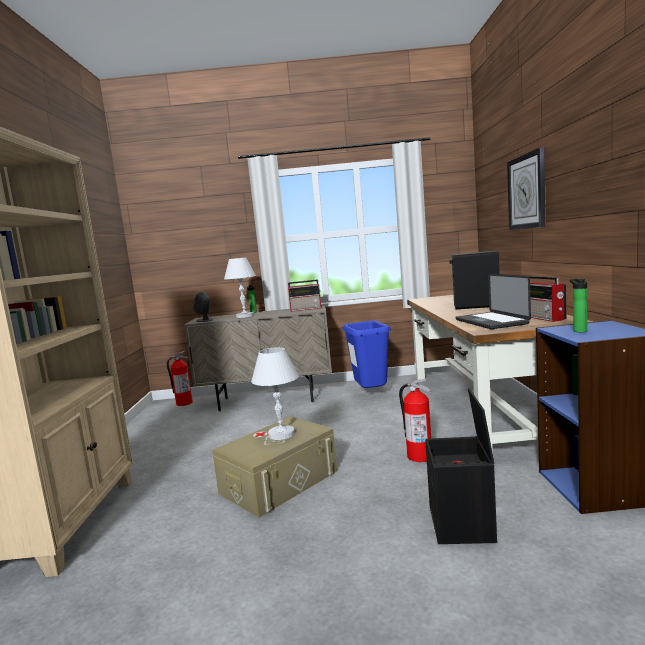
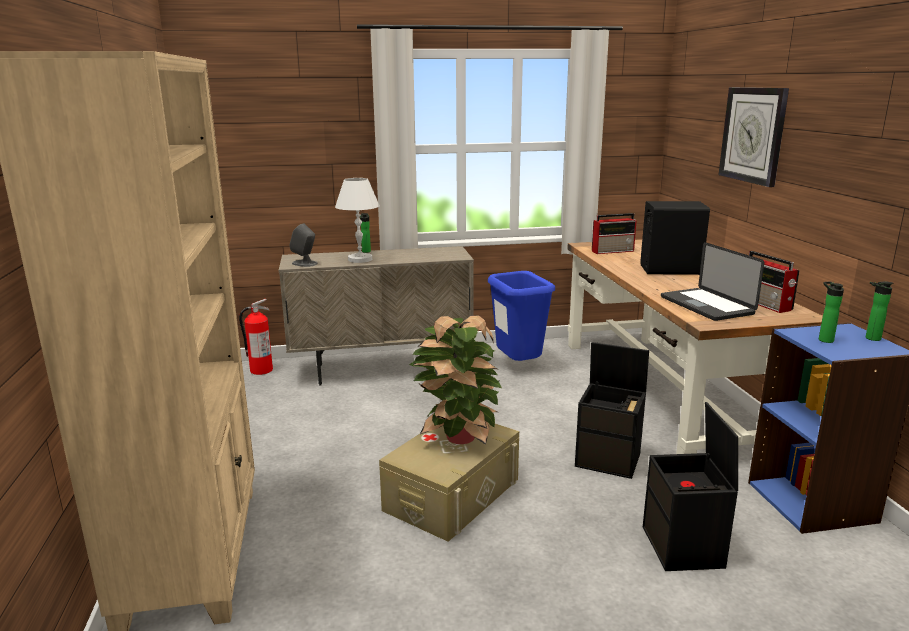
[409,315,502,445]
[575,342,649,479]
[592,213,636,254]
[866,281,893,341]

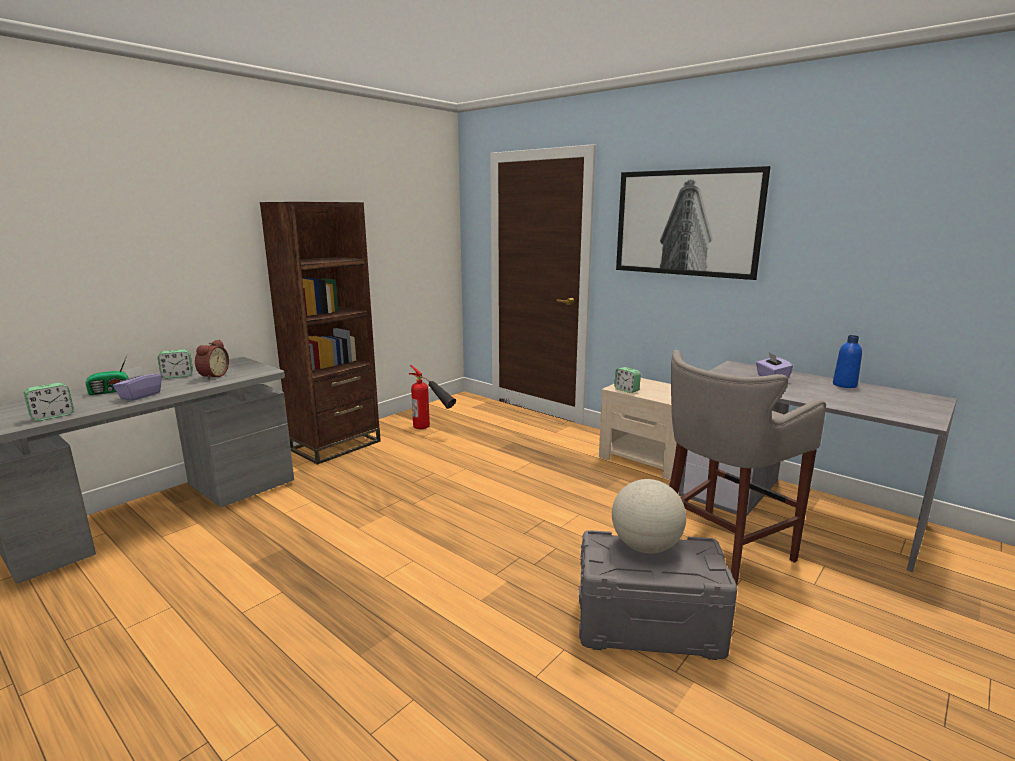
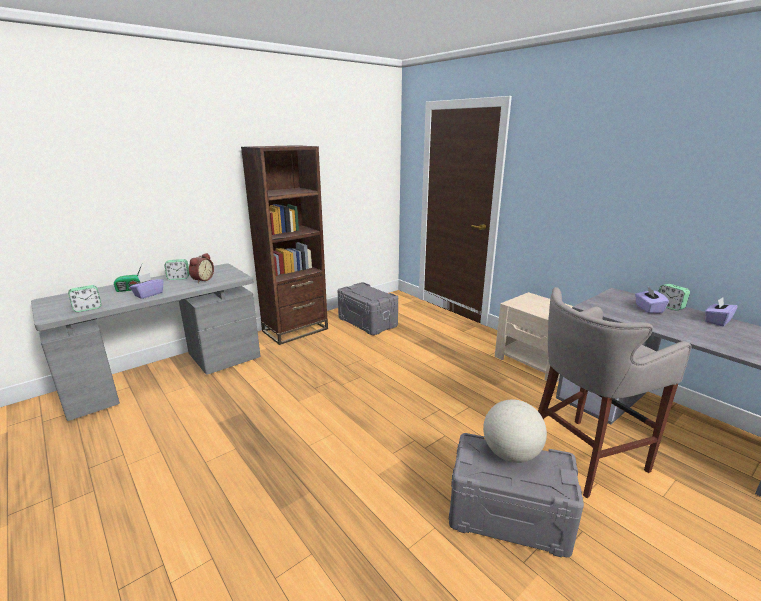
[338,282,398,335]
[658,284,690,311]
[705,298,738,326]
[616,166,771,280] (first image)

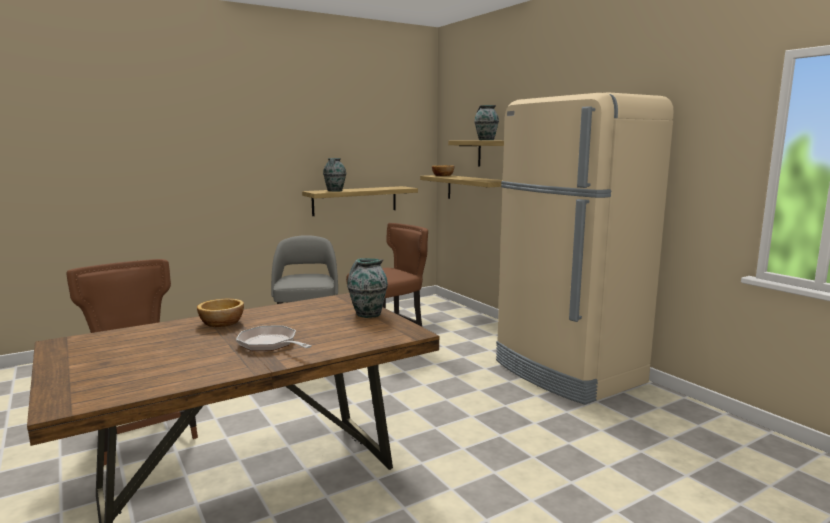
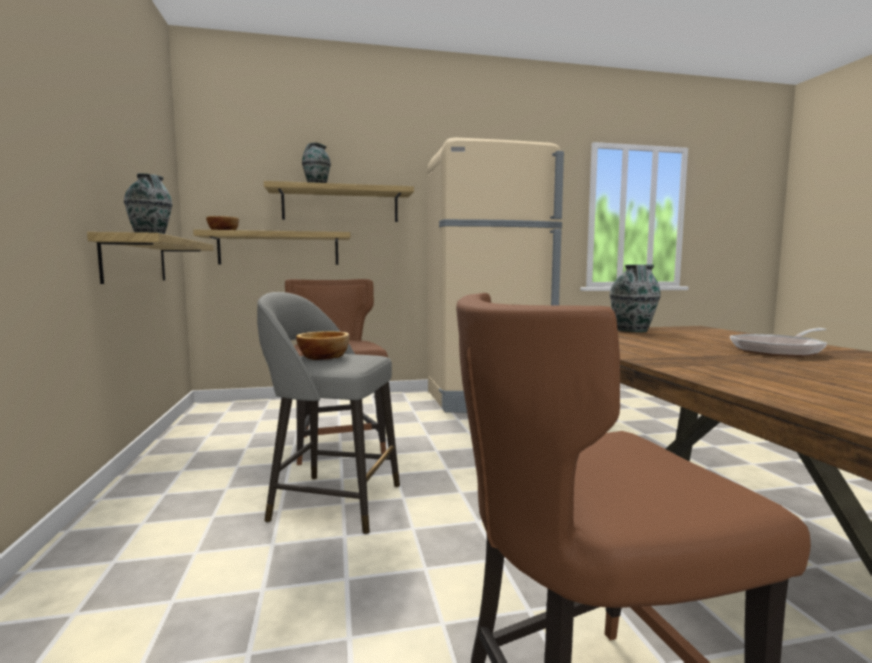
[296,331,350,360]

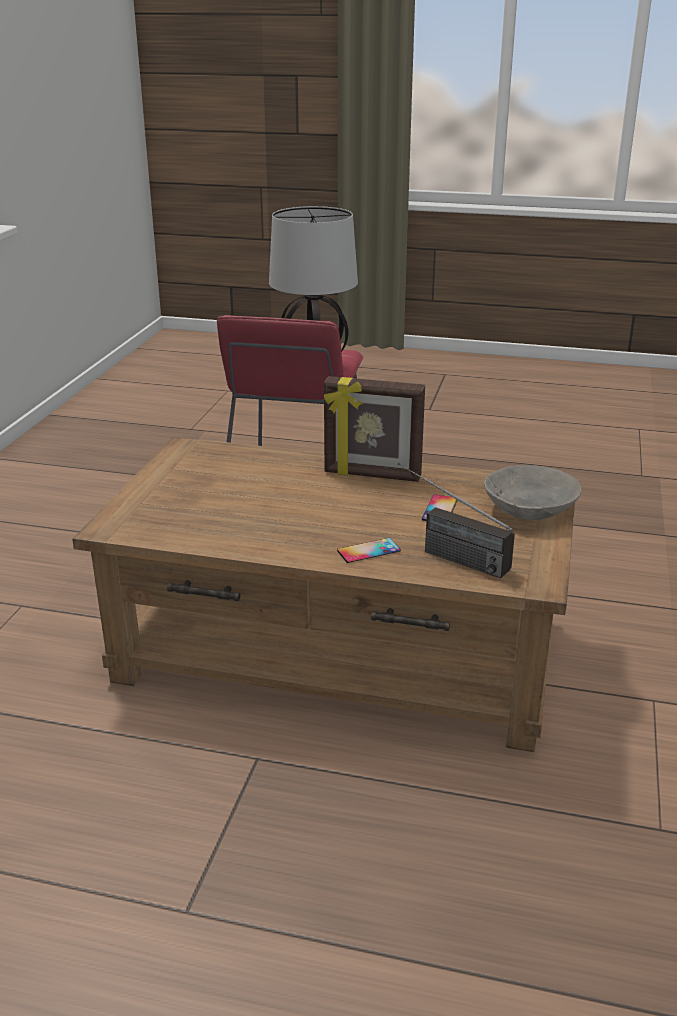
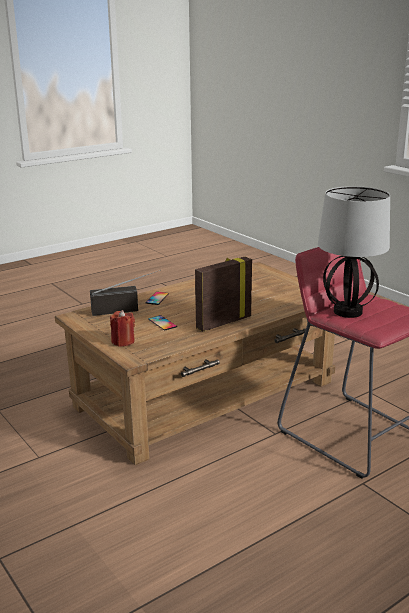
[110,310,135,346]

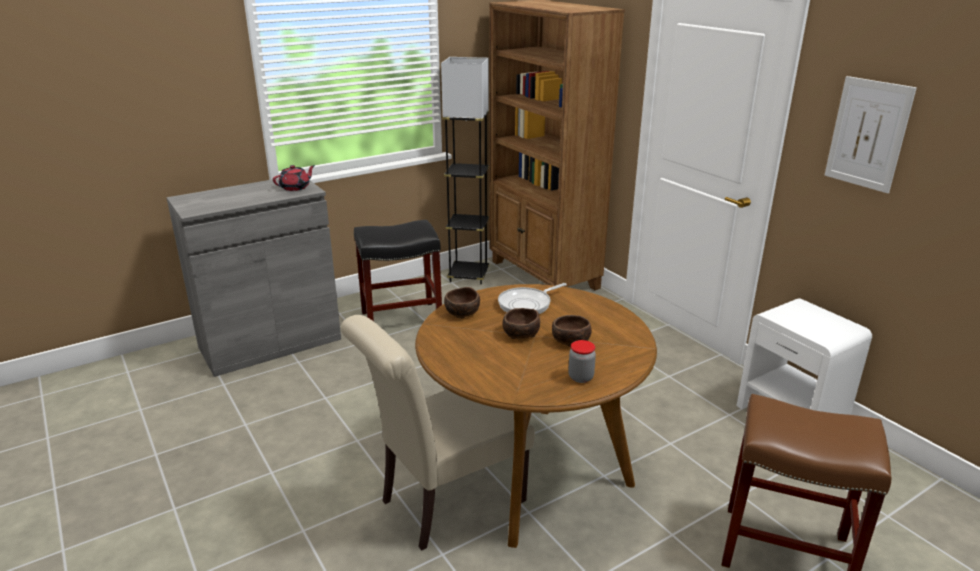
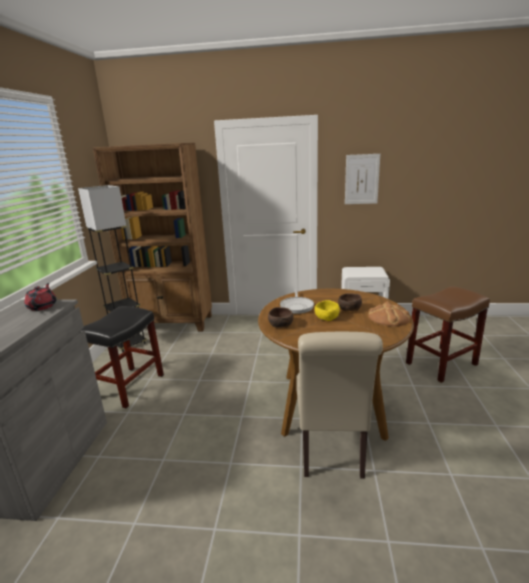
[315,300,340,321]
[368,302,410,327]

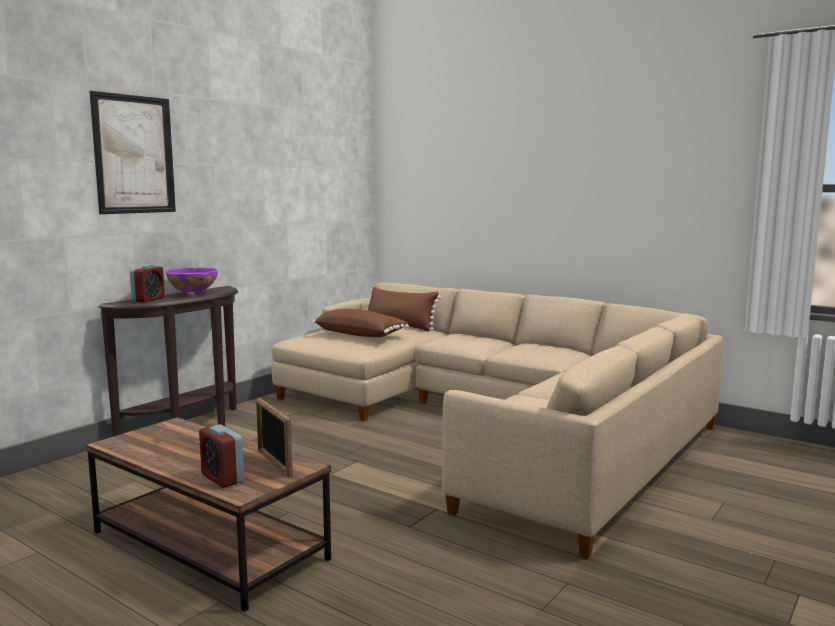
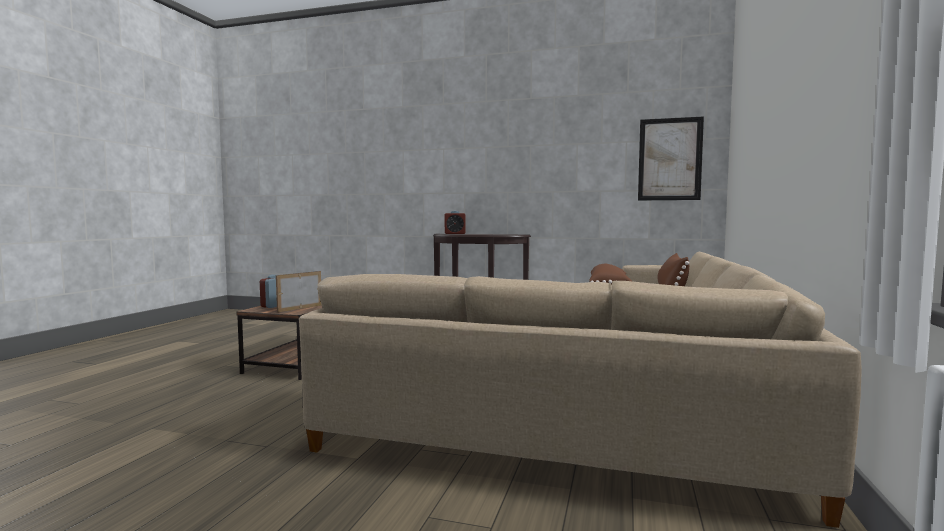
[638,116,704,200]
[166,268,218,294] (first image)

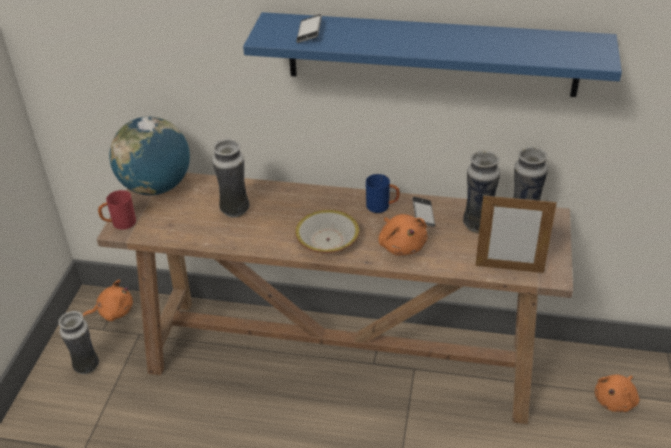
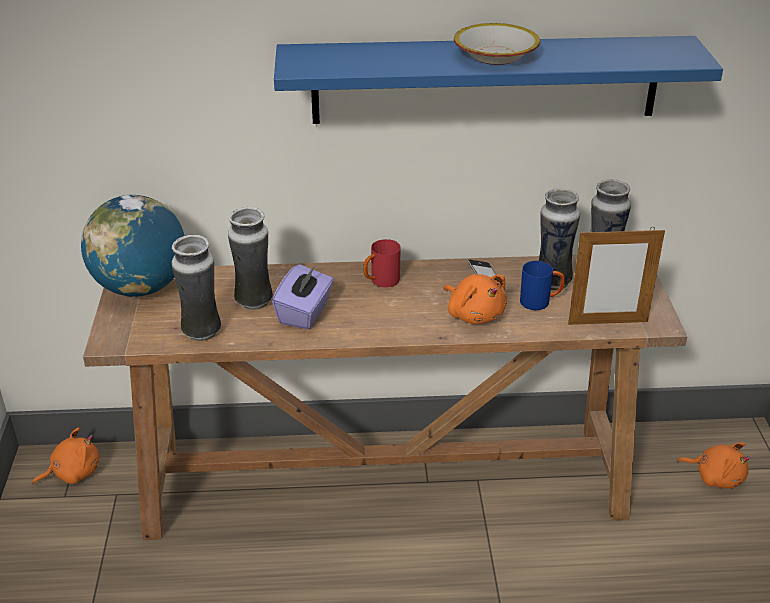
[172,235,221,341]
[272,264,333,329]
[363,239,401,287]
[454,23,540,65]
[520,261,565,310]
[677,442,751,488]
[296,14,322,43] (first image)

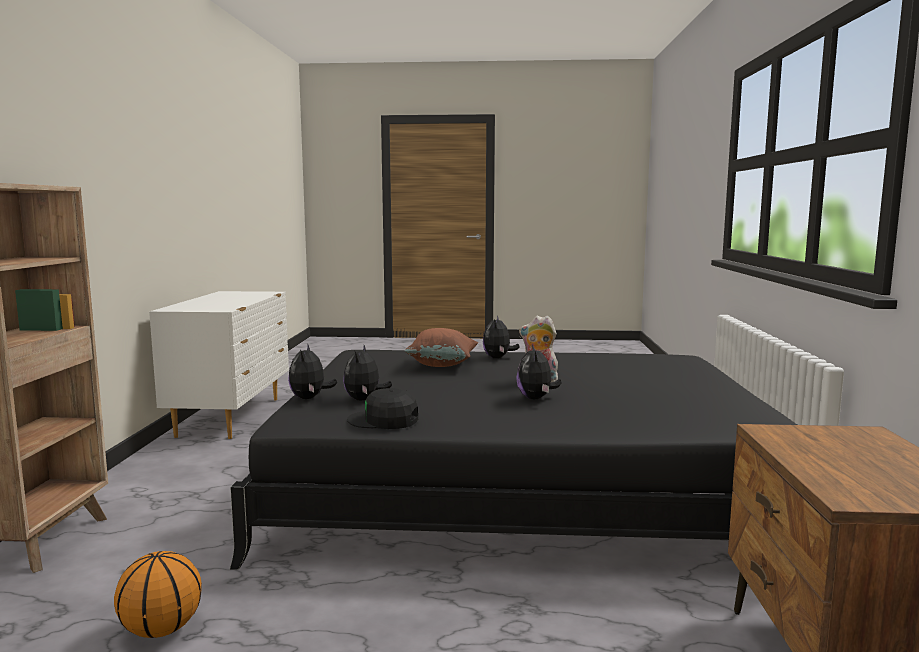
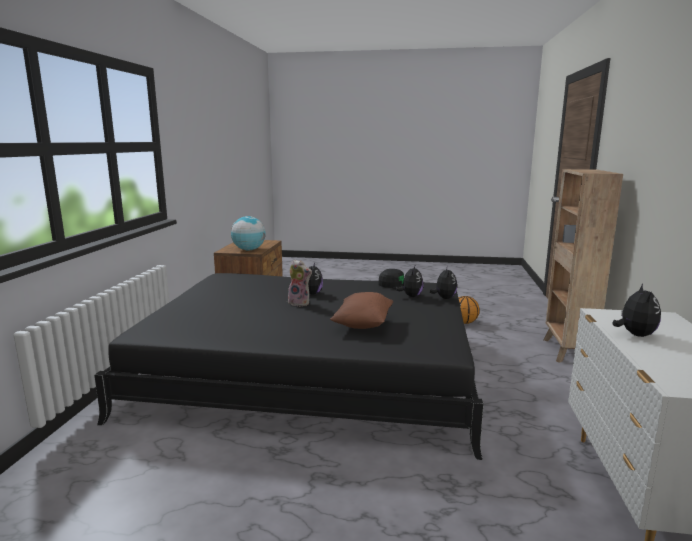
[231,216,266,251]
[613,284,661,337]

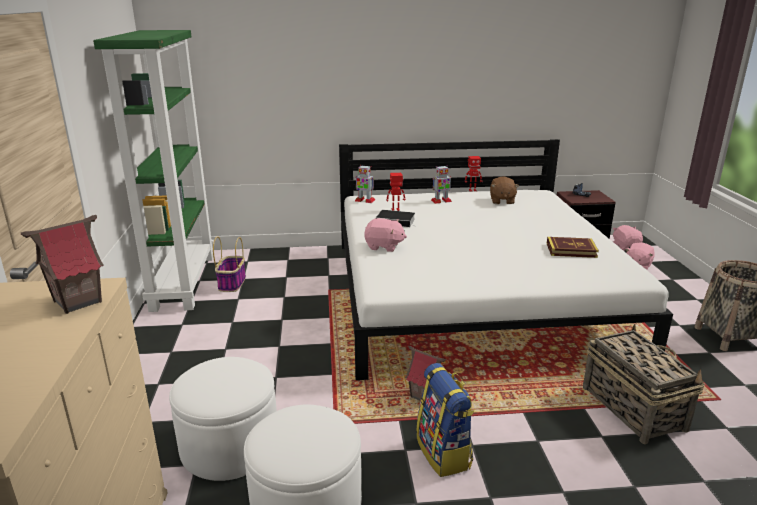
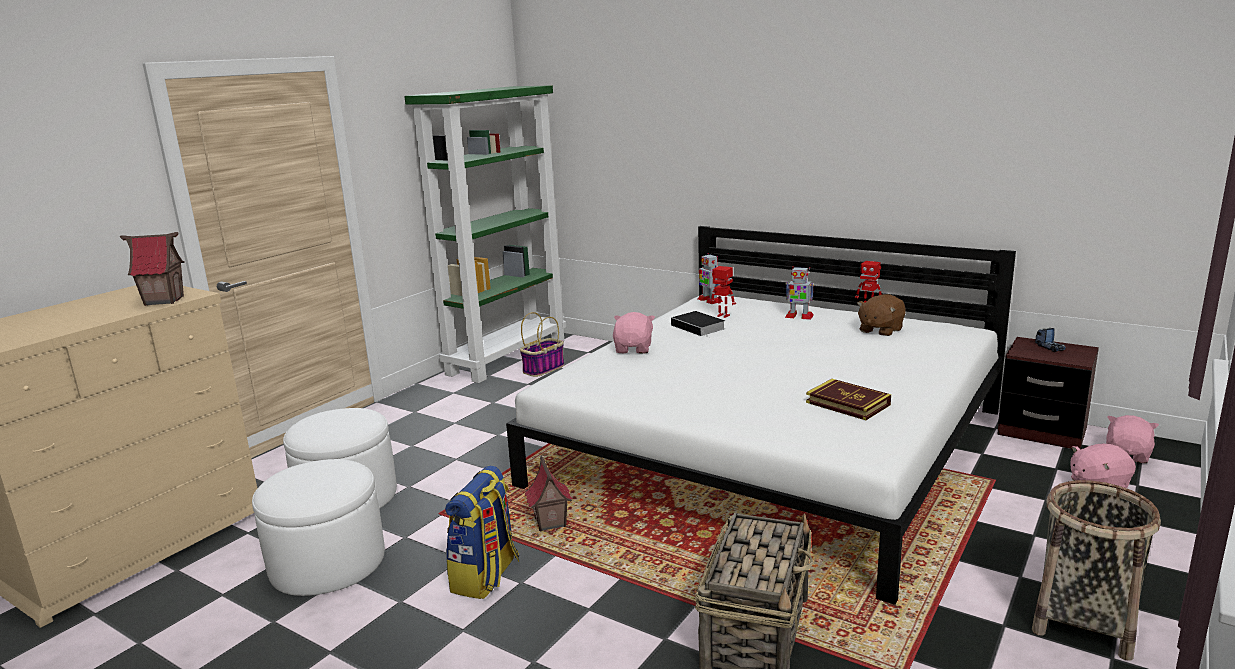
[613,312,655,354]

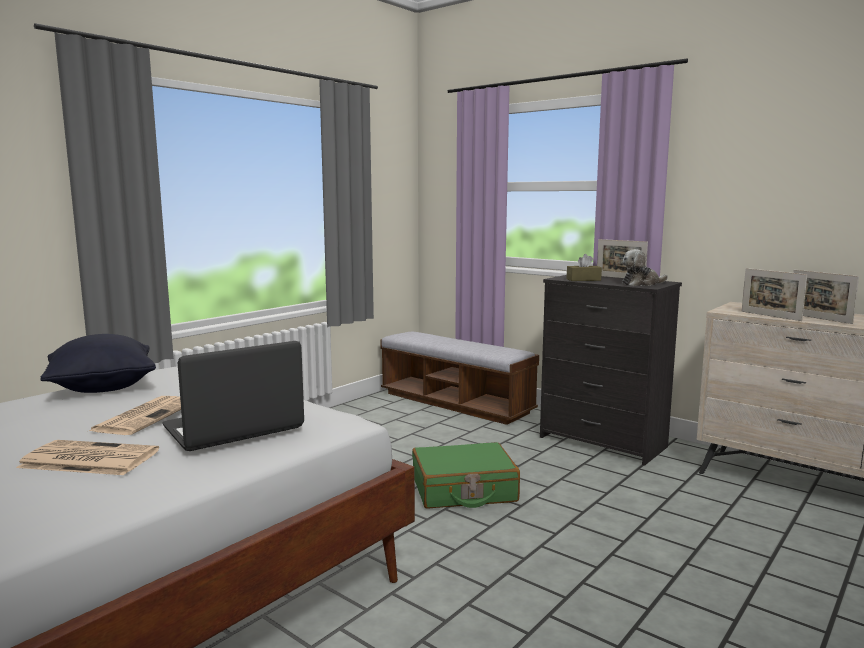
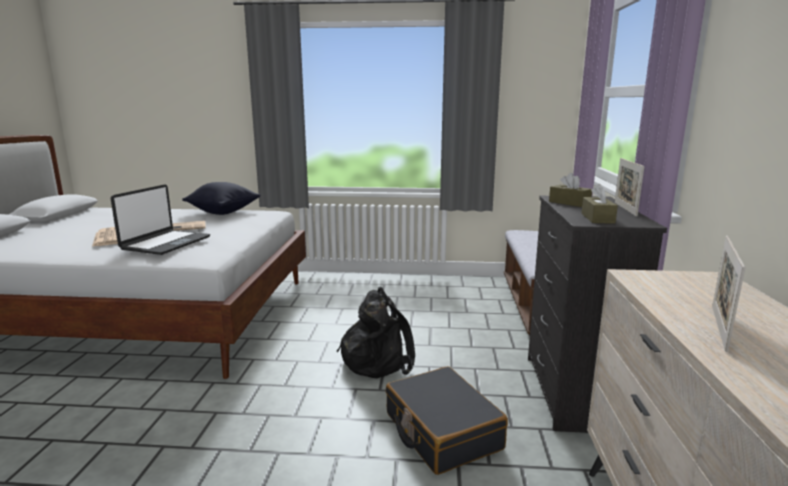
[111,184,210,255]
[336,287,415,378]
[386,366,508,475]
[581,184,618,224]
[742,268,807,321] (first image)

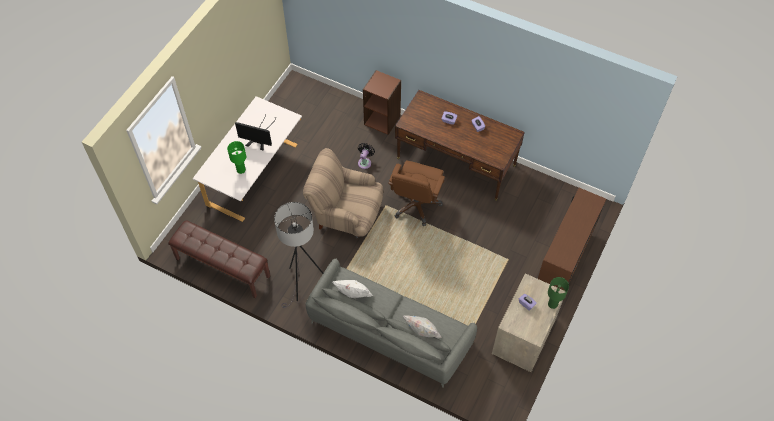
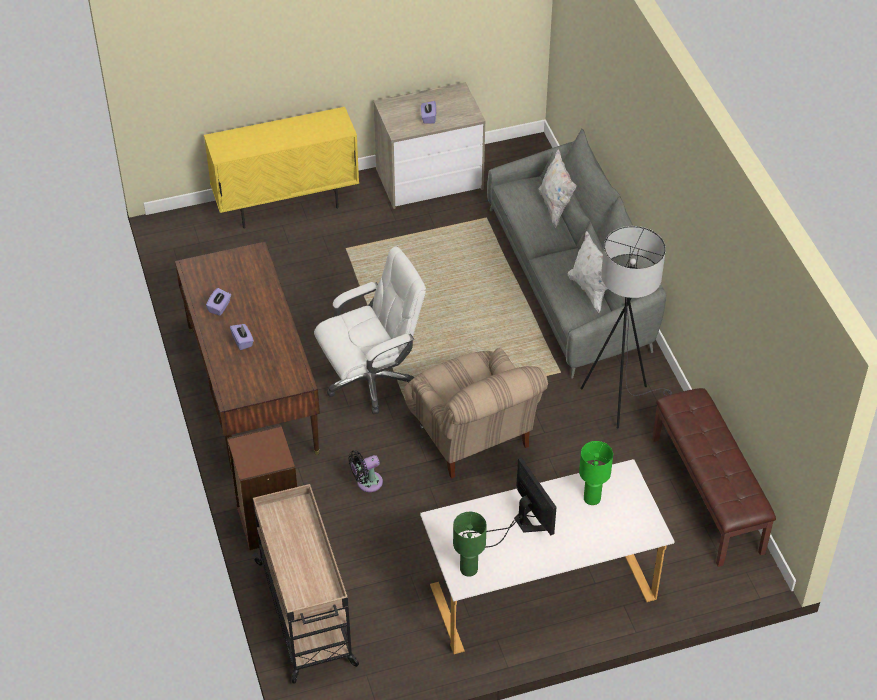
[204,107,359,229]
[252,484,359,684]
[314,246,426,414]
[453,512,487,577]

